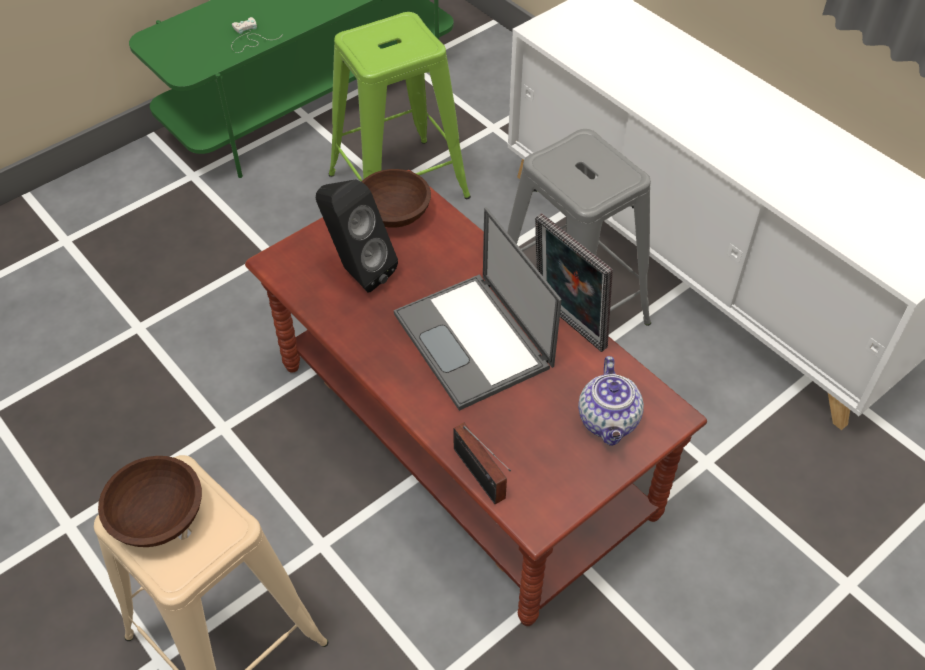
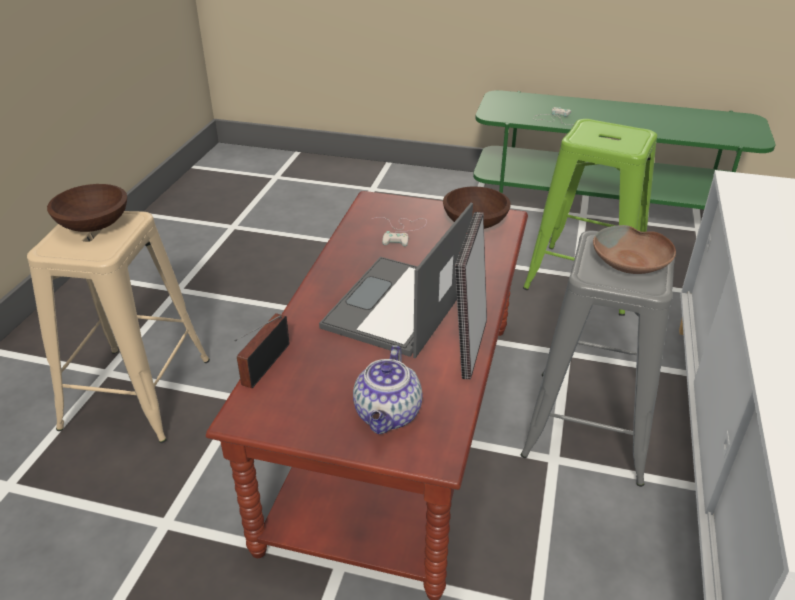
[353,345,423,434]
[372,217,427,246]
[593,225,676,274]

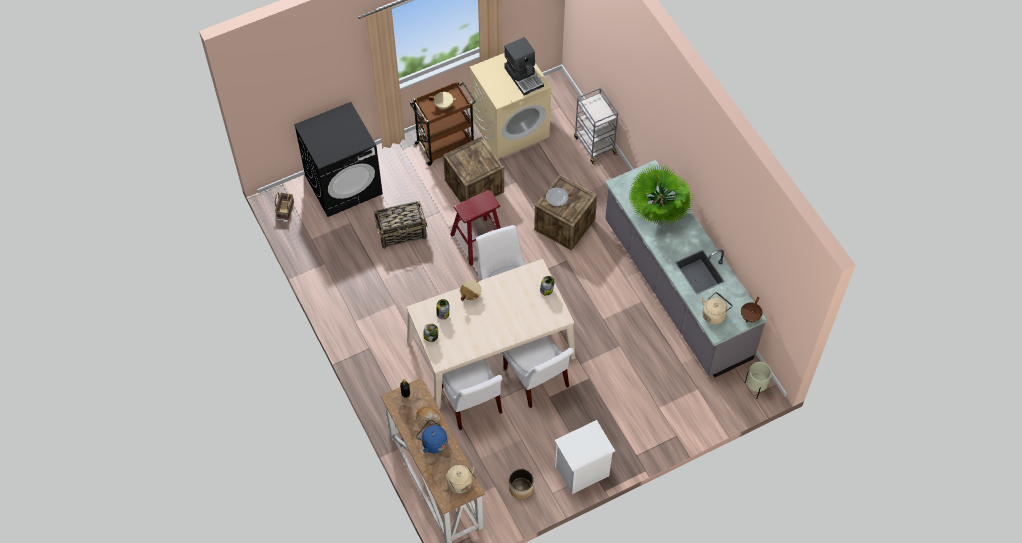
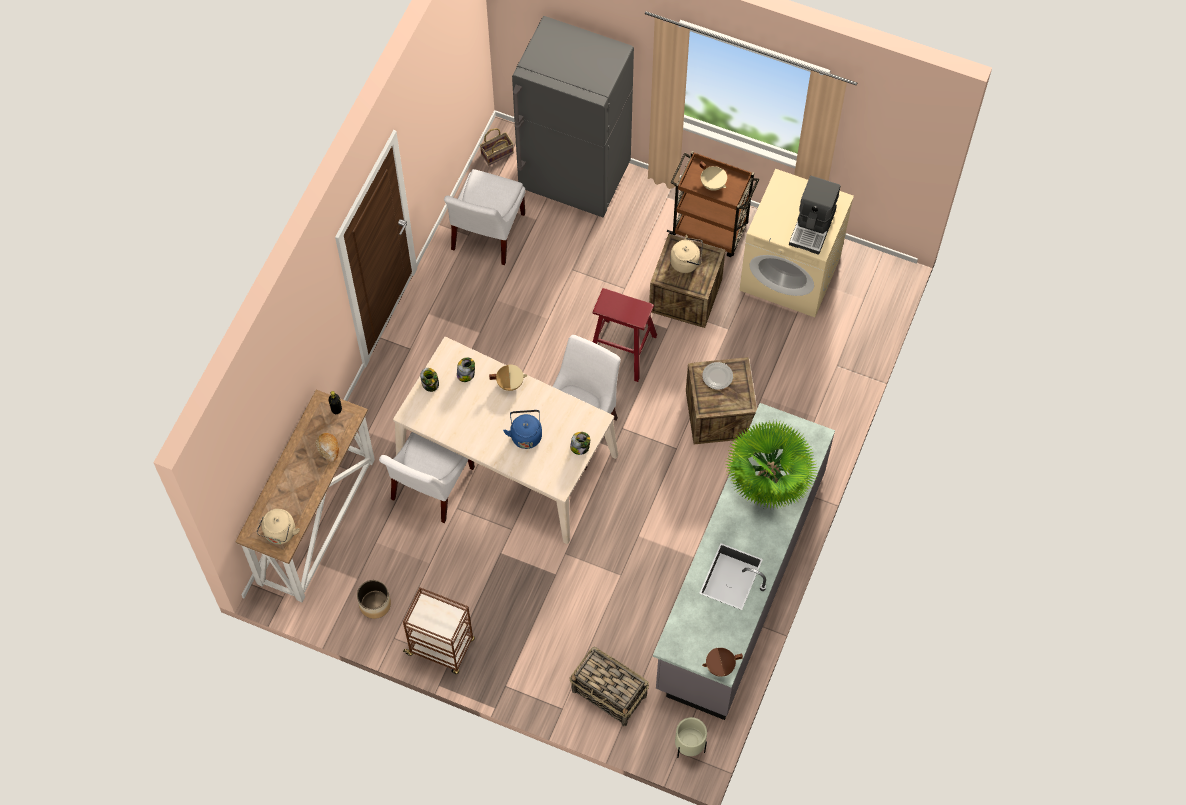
[403,587,475,674]
[444,169,525,265]
[503,410,542,449]
[512,16,634,217]
[569,647,649,726]
[670,235,703,273]
[574,88,618,165] (first image)

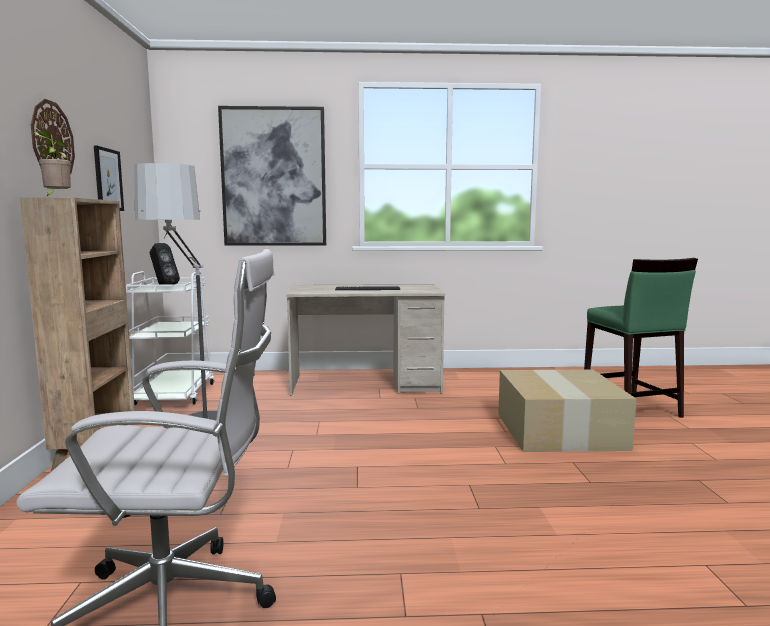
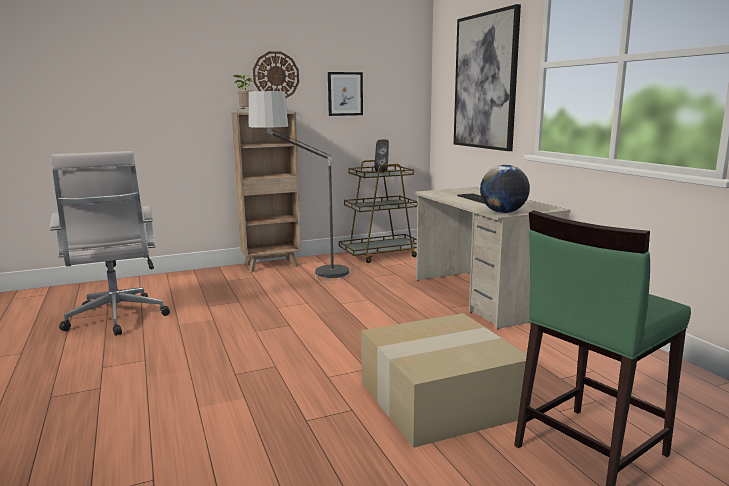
[339,160,417,263]
[480,165,530,213]

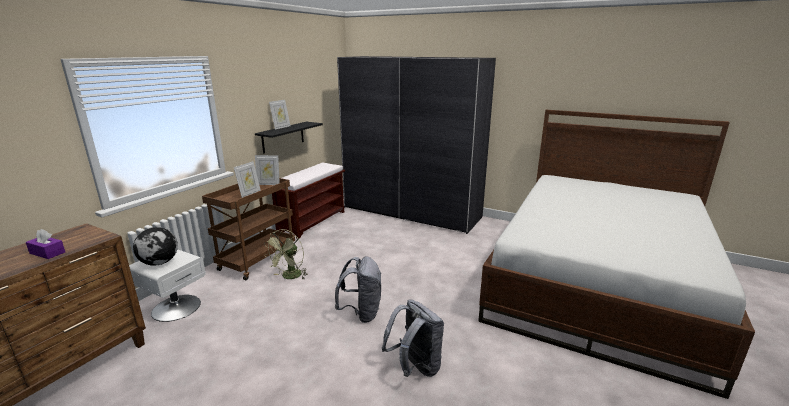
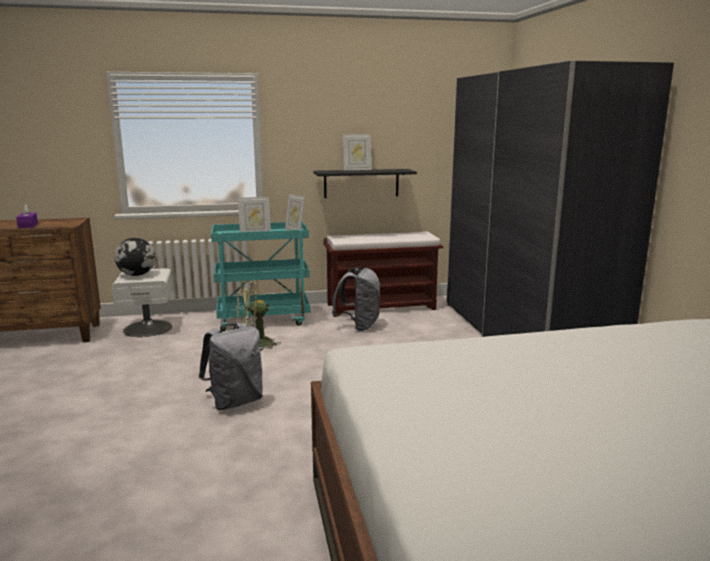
[211,221,310,331]
[332,267,381,331]

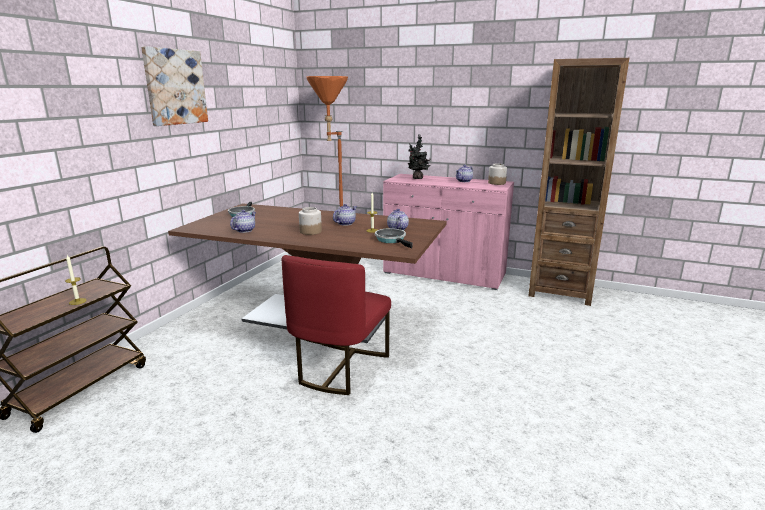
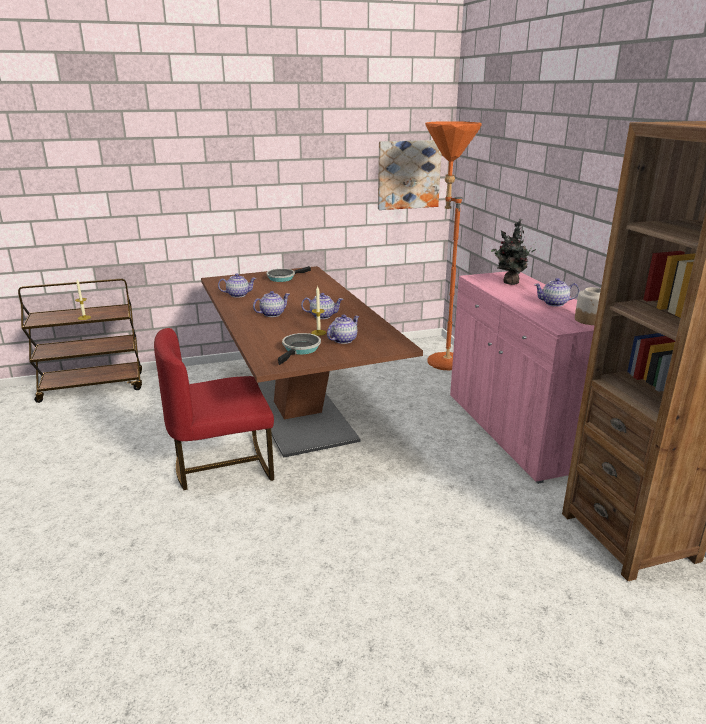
[253,291,290,317]
[378,140,441,210]

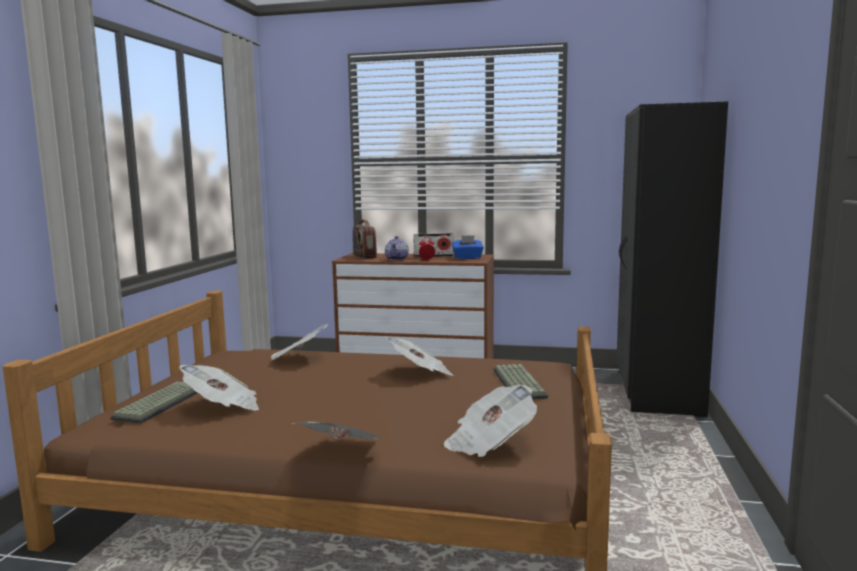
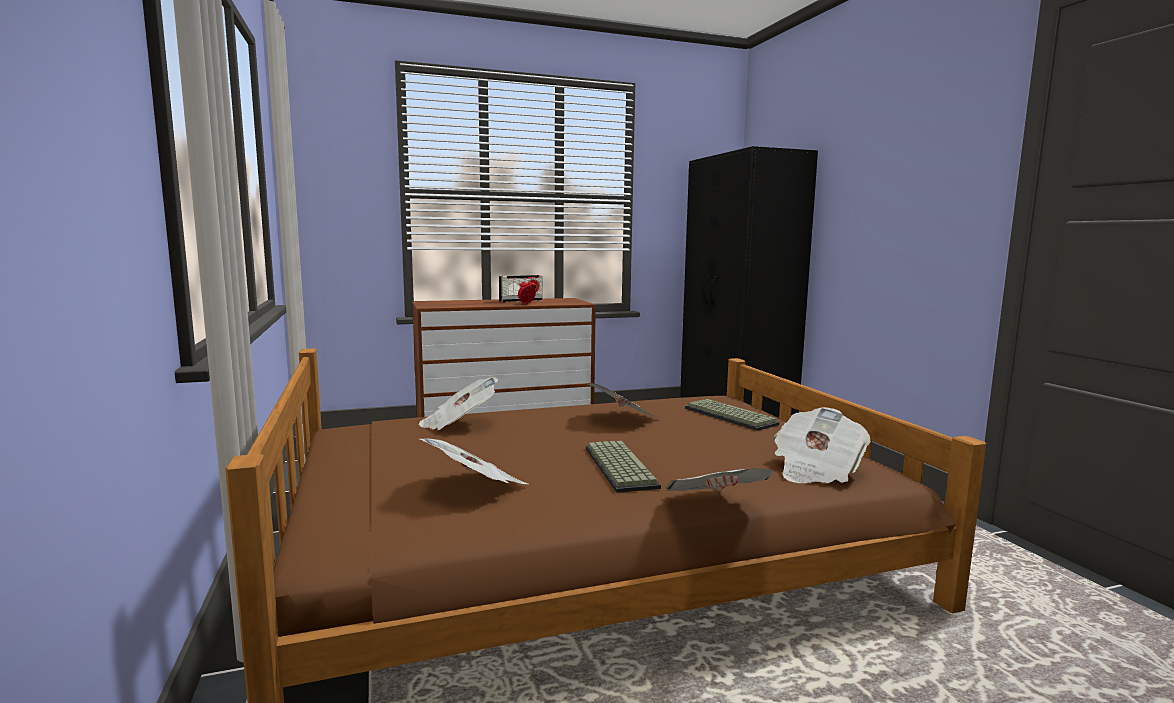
[586,440,661,493]
[353,219,377,259] (first image)
[385,236,409,260] (first image)
[452,235,484,259] (first image)

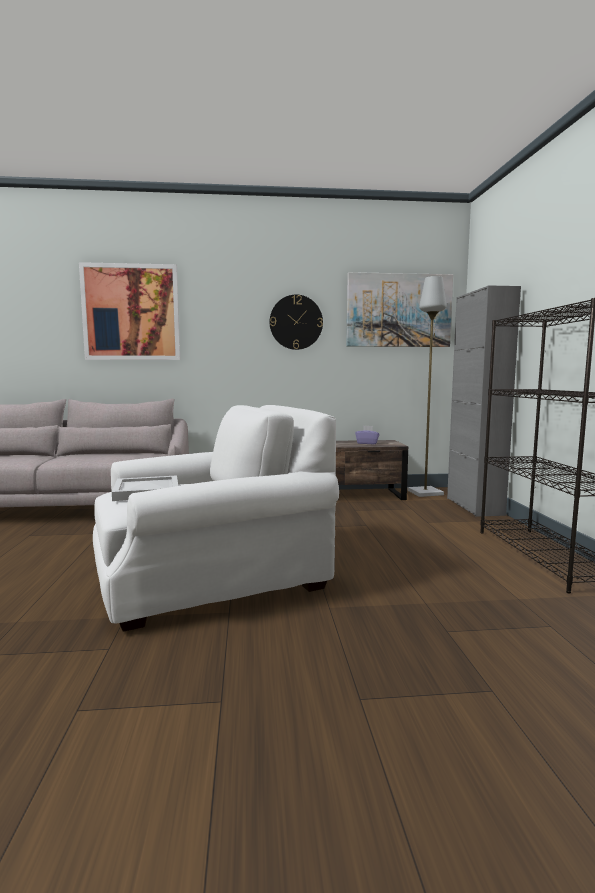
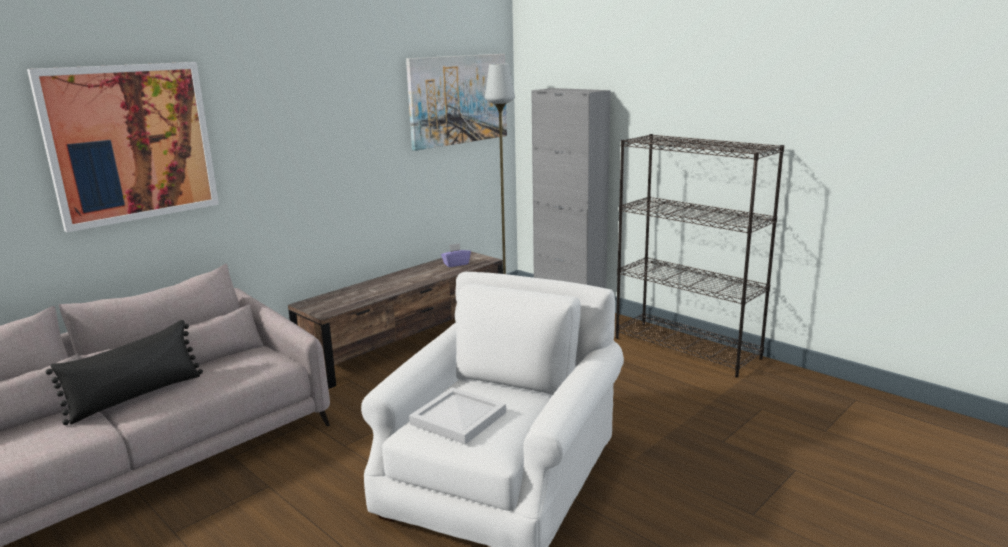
[46,320,203,425]
[270,295,323,350] (first image)

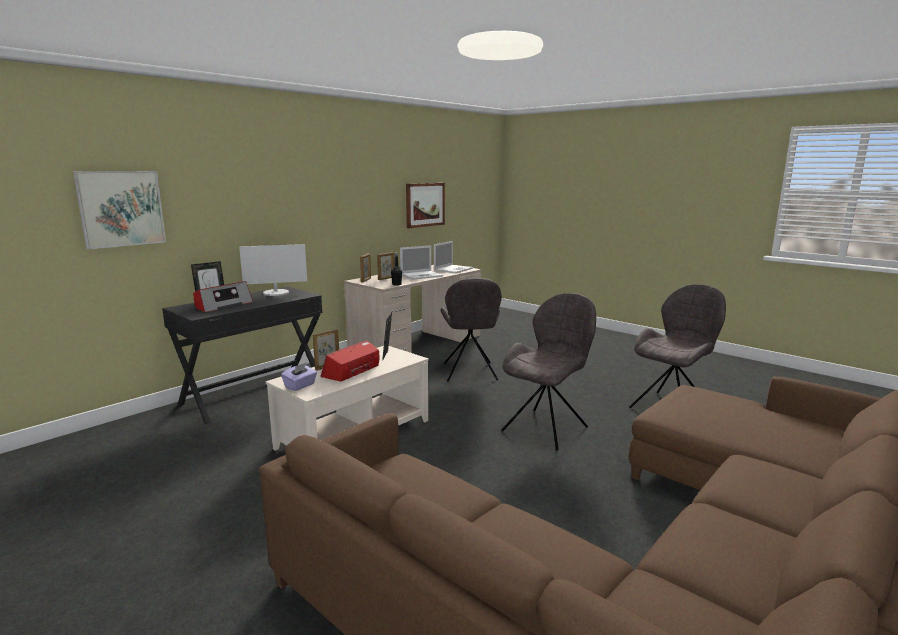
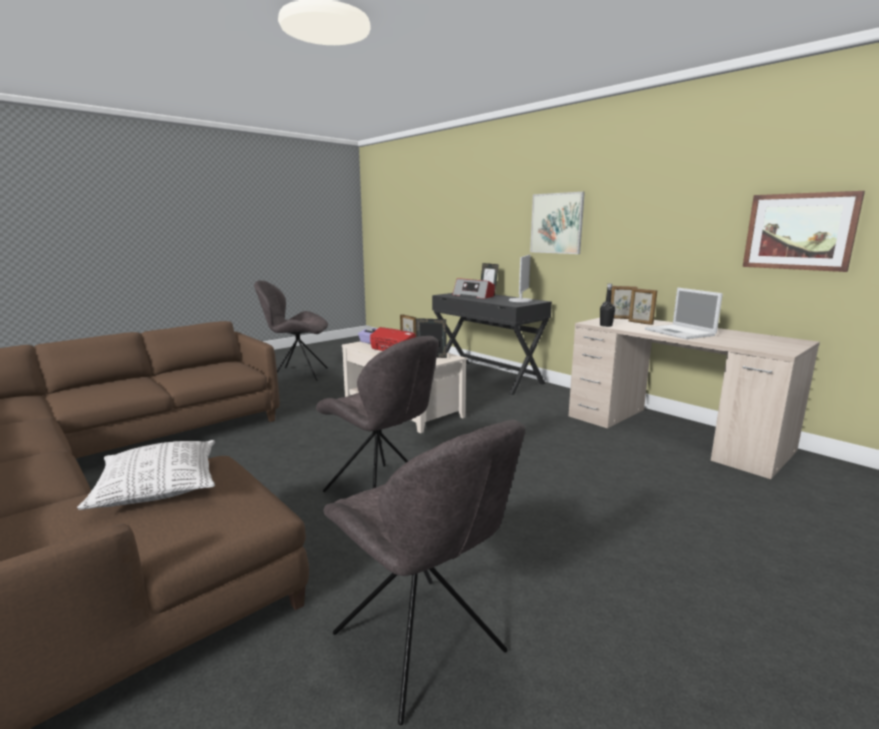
[77,440,215,510]
[254,280,328,381]
[509,254,532,302]
[530,192,585,254]
[434,241,473,274] (first image)

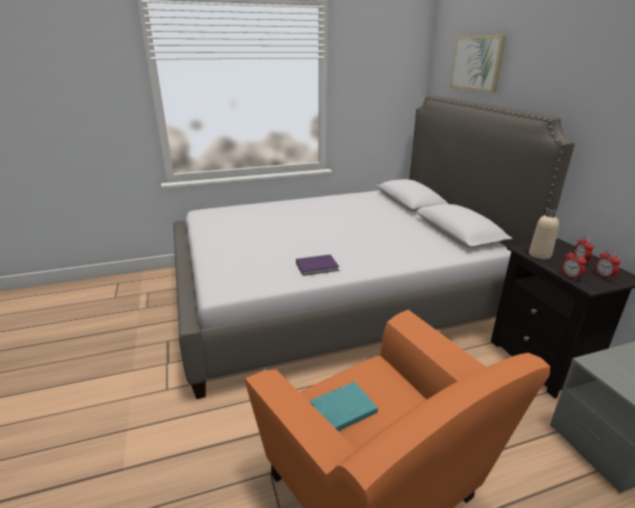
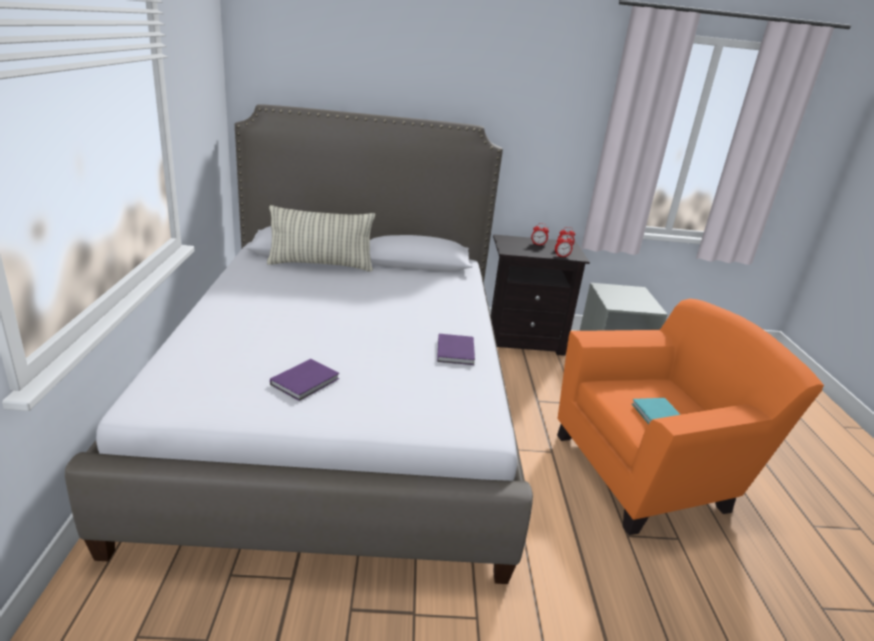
[267,205,375,271]
[270,359,339,401]
[450,35,506,93] (first image)
[529,208,559,259] (first image)

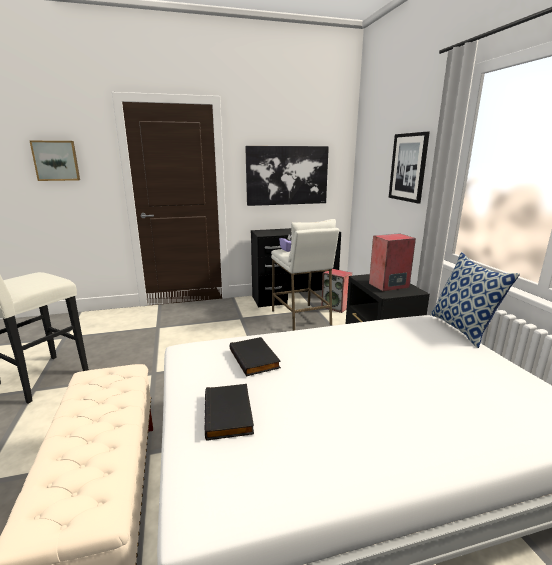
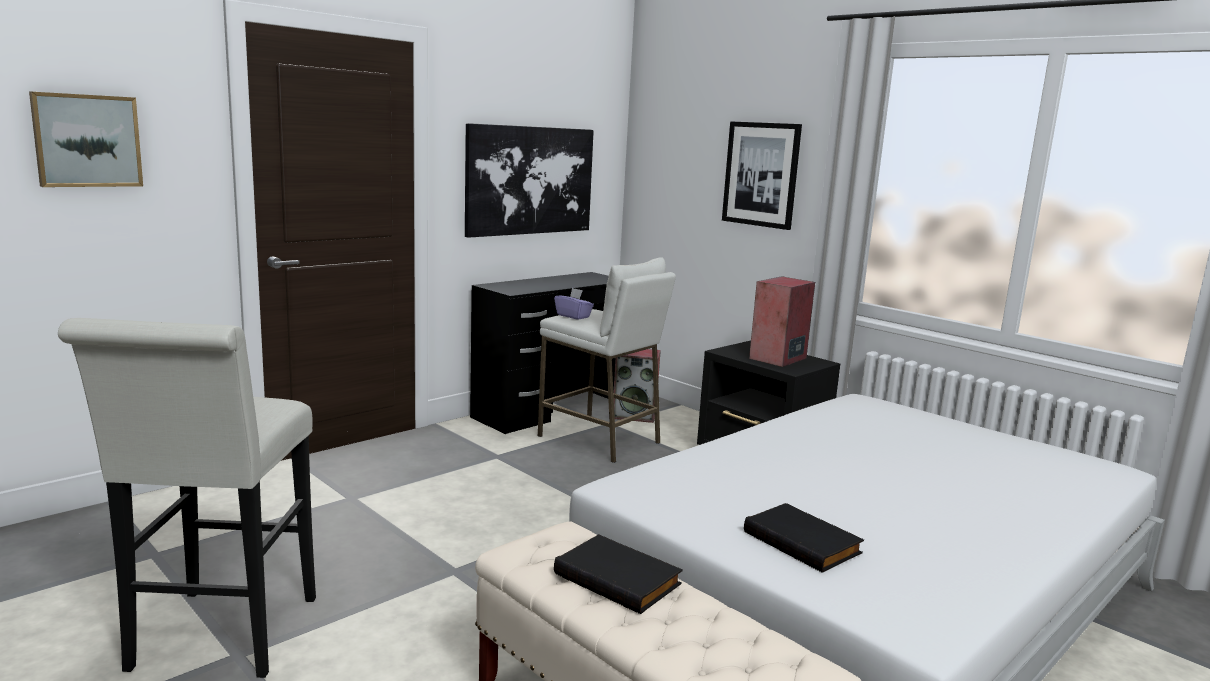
[554,534,683,614]
[430,252,520,348] (first image)

